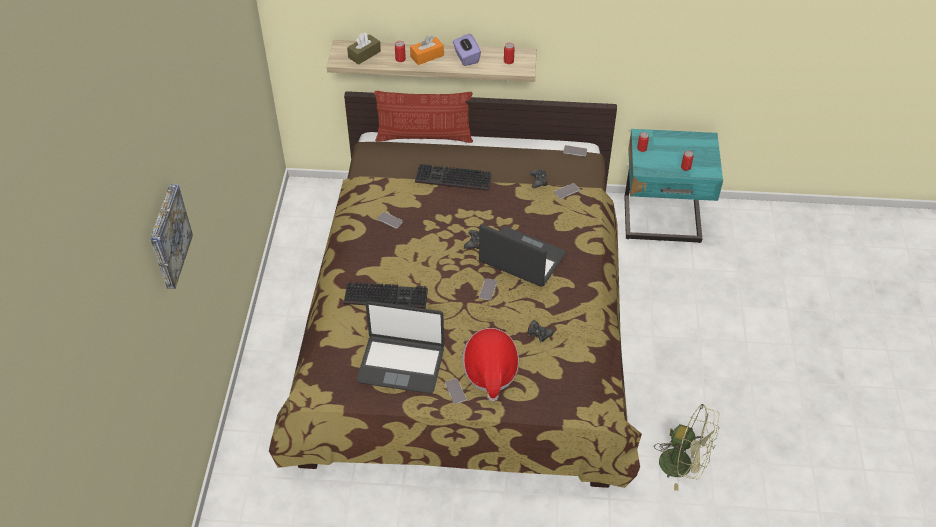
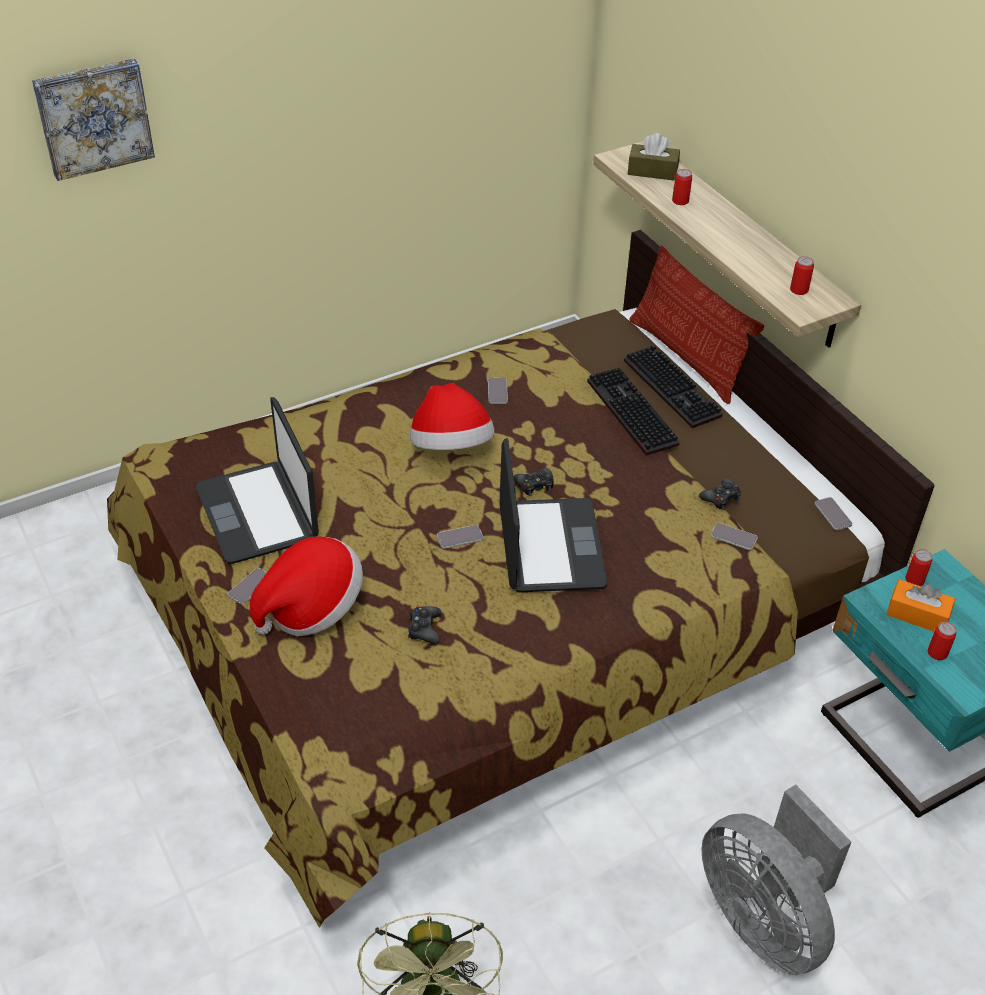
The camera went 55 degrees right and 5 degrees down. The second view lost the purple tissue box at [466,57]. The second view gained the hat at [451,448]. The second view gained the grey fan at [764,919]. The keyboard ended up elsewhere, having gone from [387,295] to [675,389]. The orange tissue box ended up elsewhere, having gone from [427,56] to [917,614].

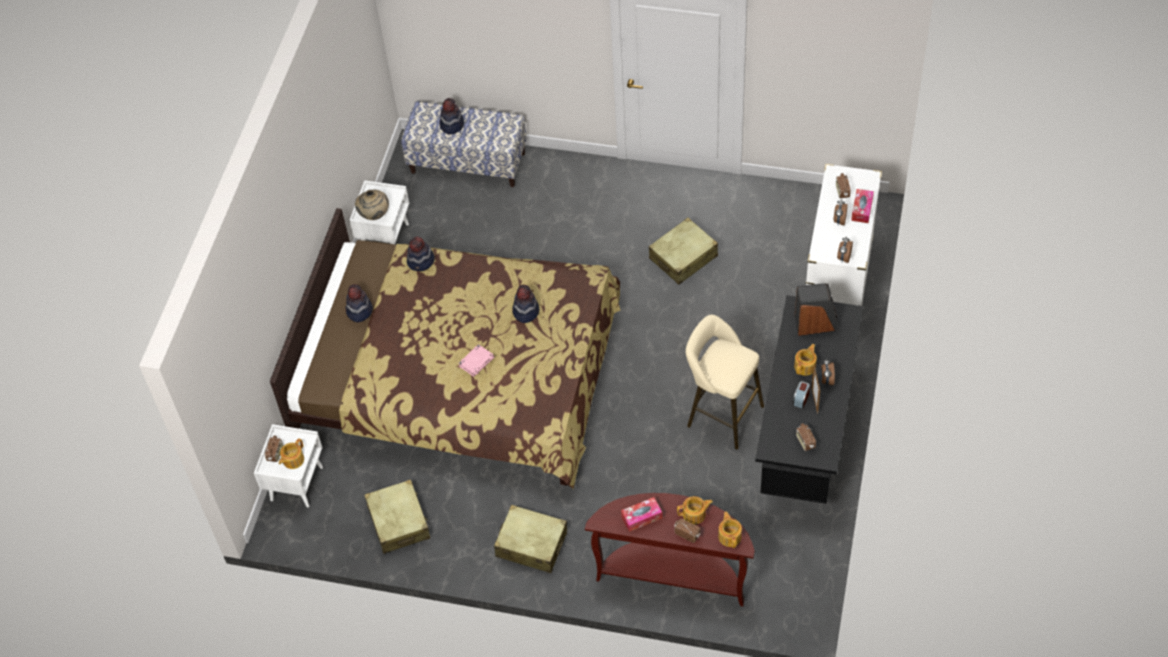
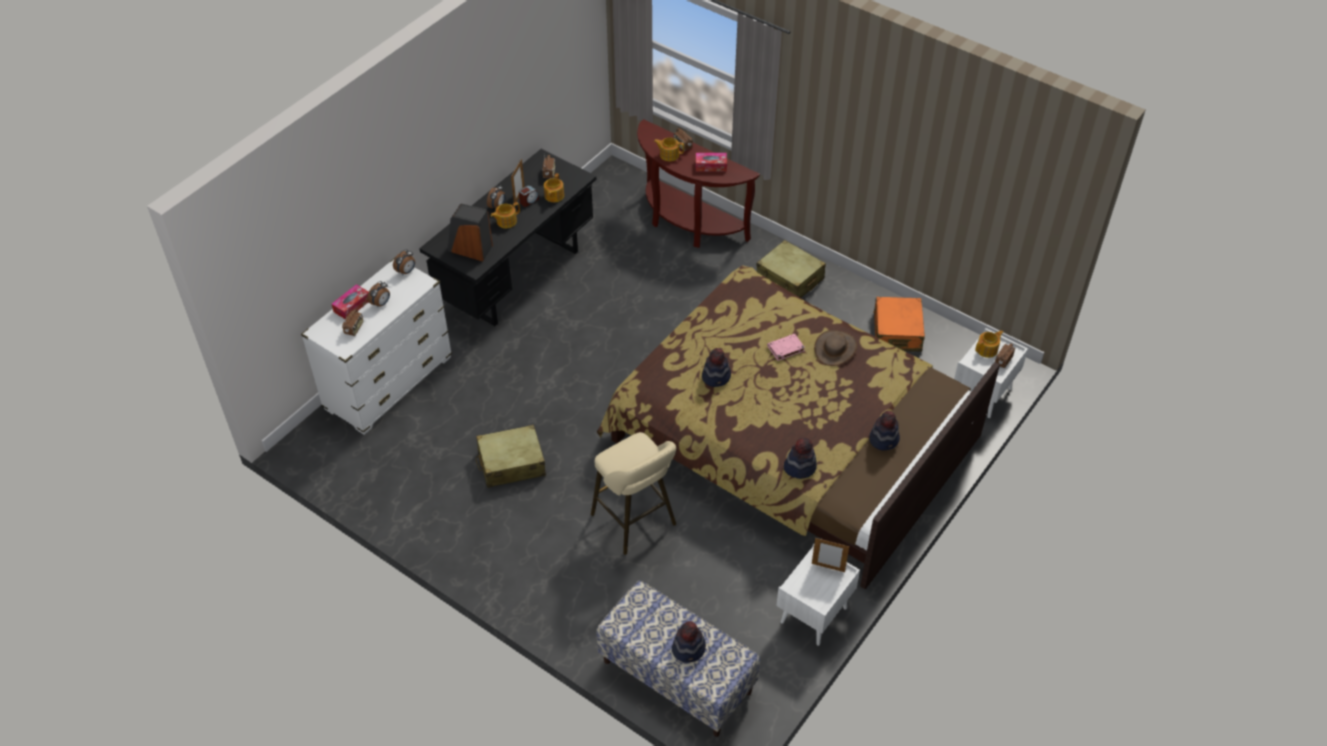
The camera went 160 degrees left and 5 degrees down. The second view gained the brown hat at [835,348]. The beige stool ended up elsewhere, having gone from [721,414] to [636,522]. The teapot ended up elsewhere, having gone from [730,536] to [554,196]. Where the beige vase stood at [374,216], the picture frame came to stand at [828,567]. What was the beige suitcase at [399,522] turned into the orange suitcase at [897,332].

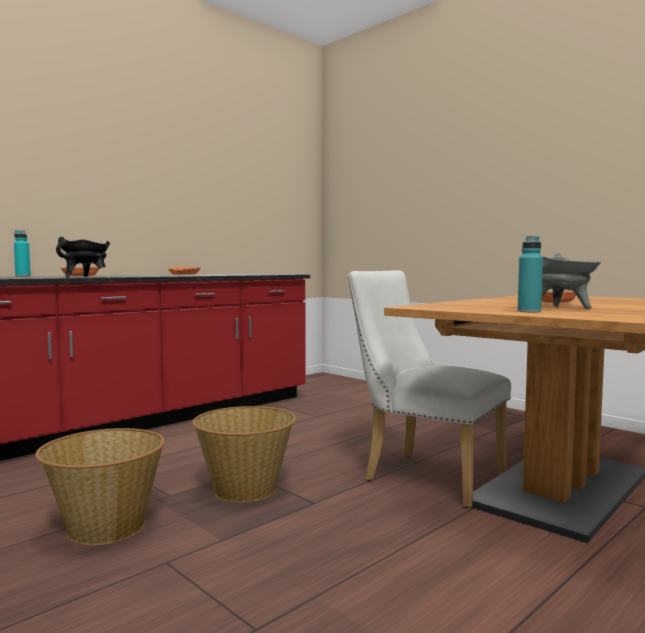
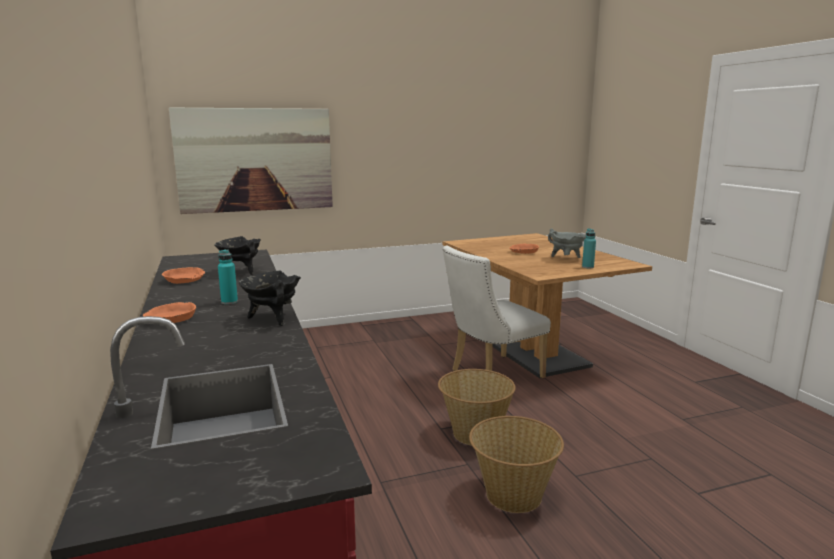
The camera went 65 degrees left and 10 degrees up. The second view gained the picture at [255,160]. The second view gained the black cooking pot at [241,272]. The turquoise bottle ended up elsewhere, having gone from [23,276] to [229,302].

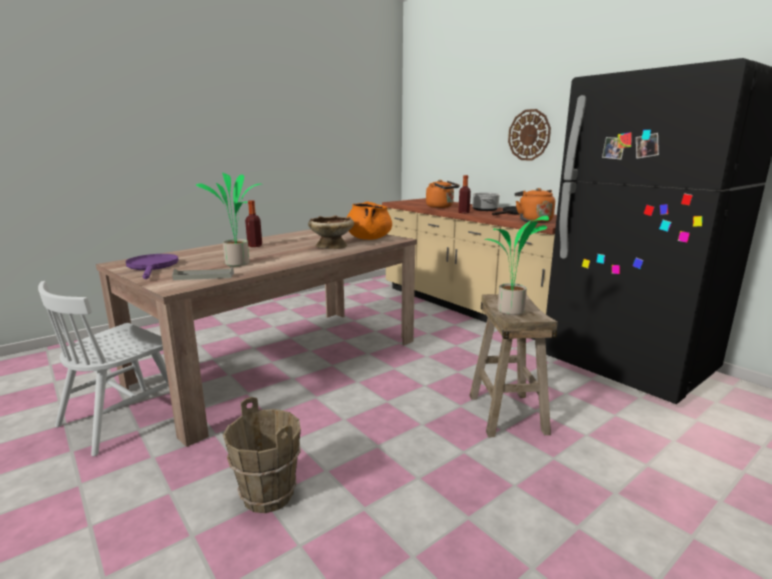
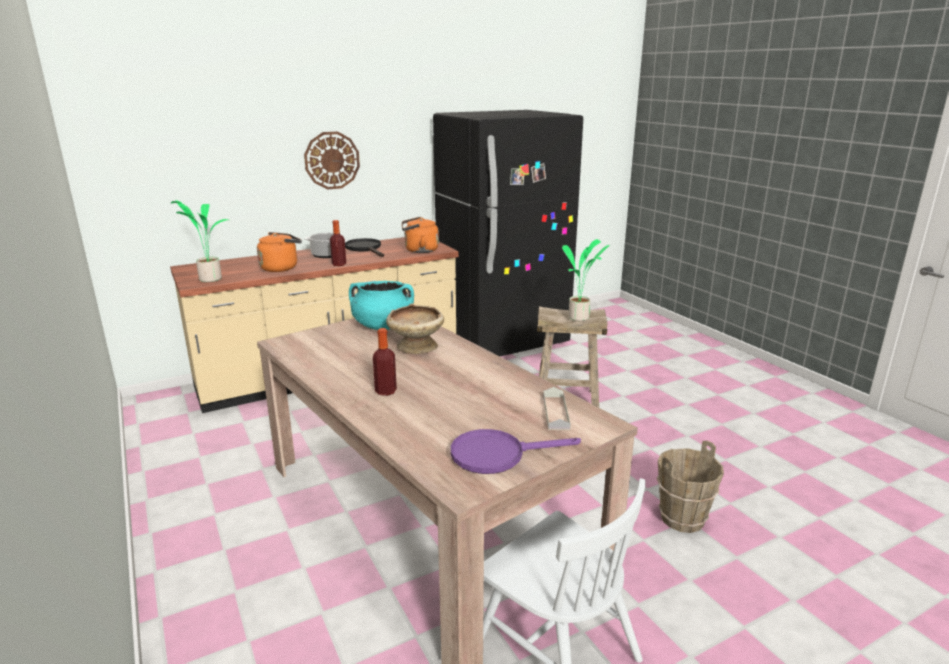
The camera went 80 degrees left and 5 degrees up. The potted plant ended up elsewhere, having gone from [238,263] to [209,279]. What was the orange cooking pot at [369,238] turned into the turquoise cooking pot at [383,326].

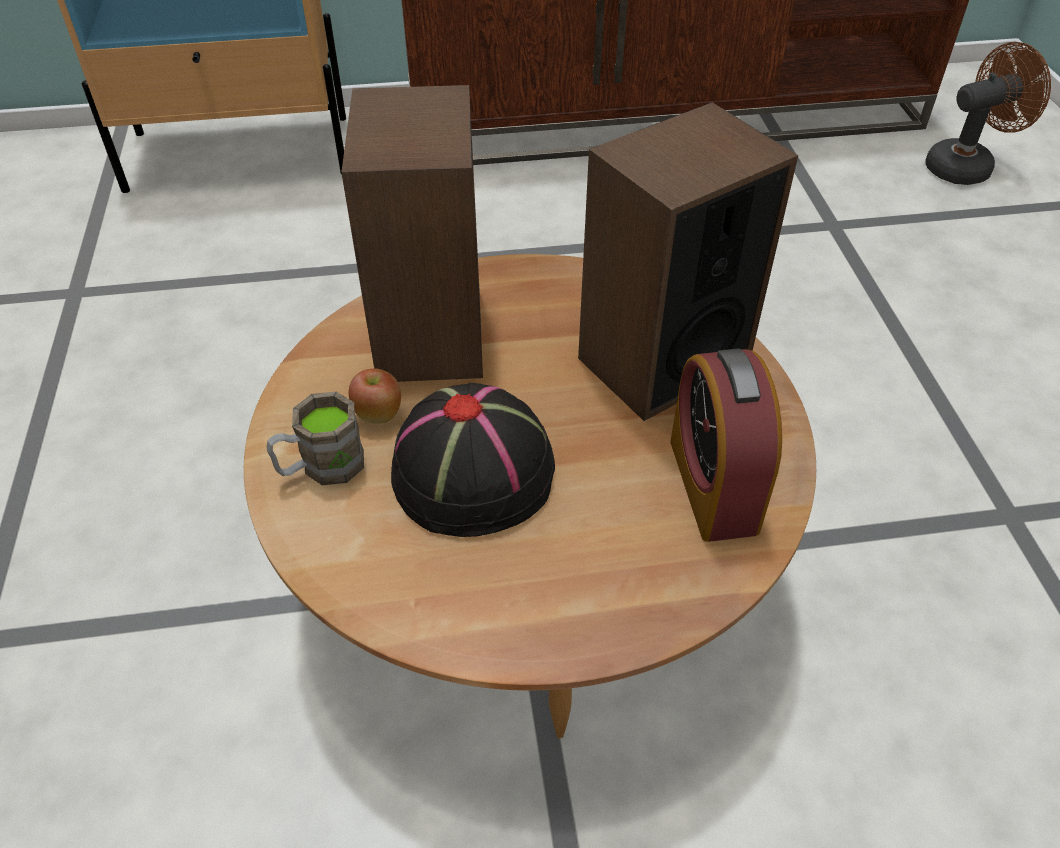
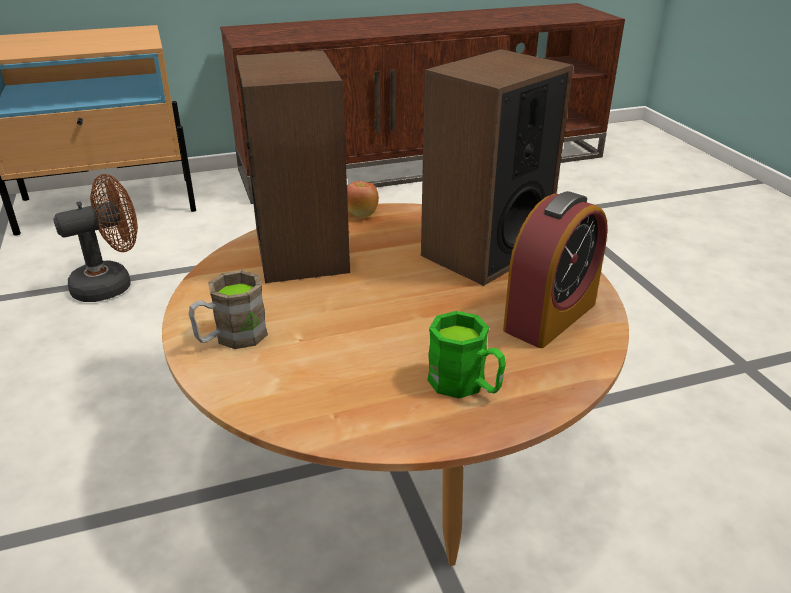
The camera went 10 degrees left and 15 degrees down. The second view lost the black hat at [474,472]. The second view gained the green mug at [466,385]. The apple ended up elsewhere, having gone from [378,414] to [361,214]. The brown fan ended up elsewhere, having gone from [966,166] to [111,284]. The alarm clock at [713,485] ended up facing another way, 120 degrees counterclockwise from before.

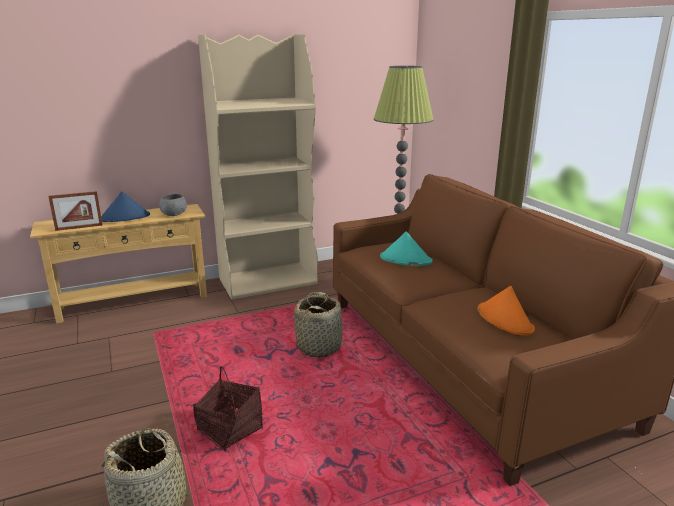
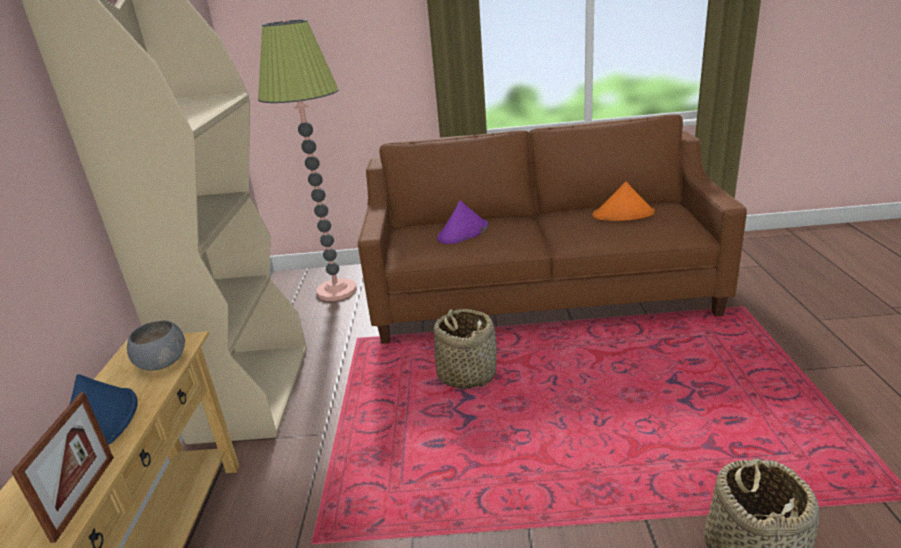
The camera went 65 degrees left and 5 degrees up. The second view lost the basket at [230,430]. What was the turquoise hat at [405,259] turned into the purple hat at [463,233].

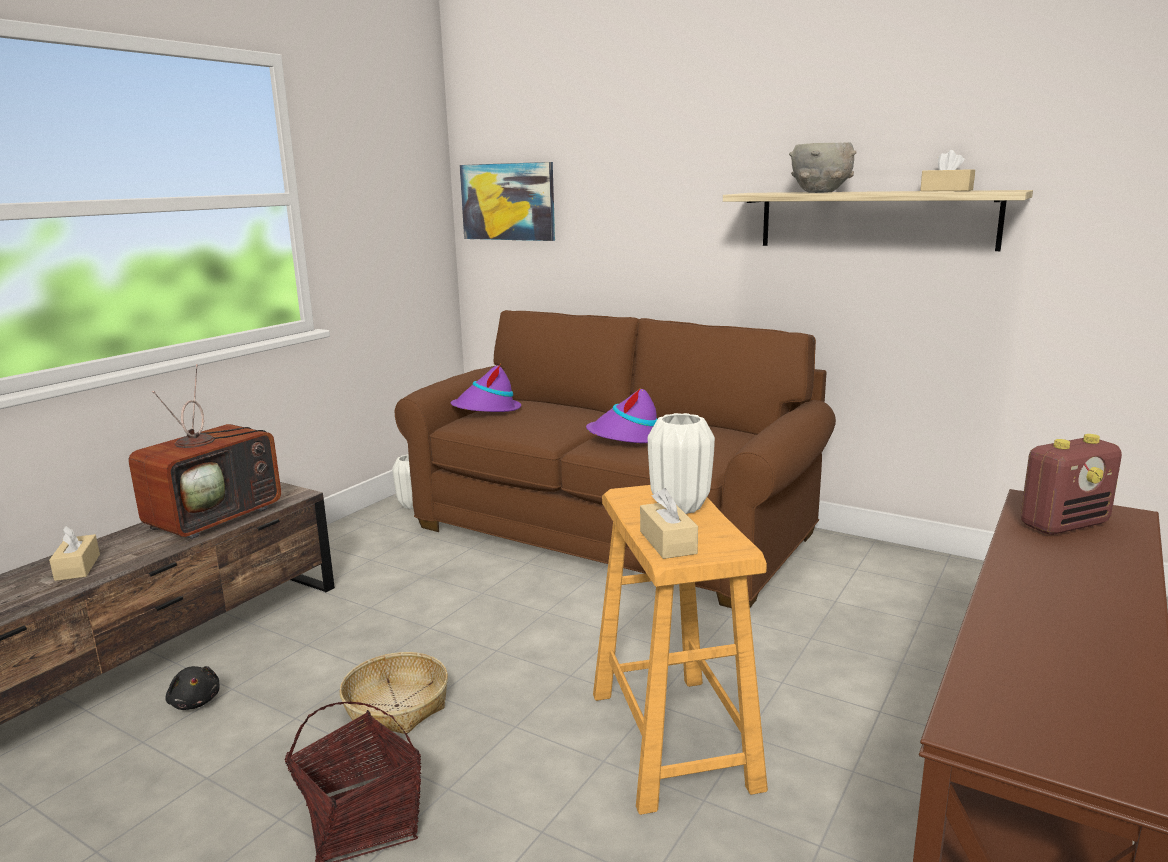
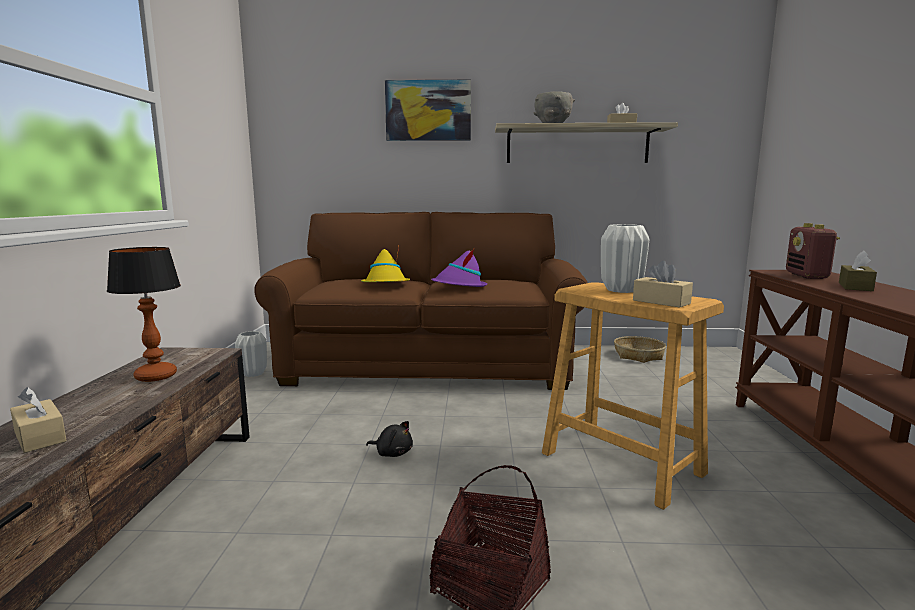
The camera went 30 degrees left and 5 degrees down. The second view lost the purple hat at [487,410]. The second view gained the yellow hat at [386,285]. The second view gained the brown tissue box at [855,287]. The black plush toy ended up elsewhere, having gone from [195,702] to [392,453]. The basket ended up elsewhere, having gone from [396,706] to [638,356]. The picture ended up elsewhere, having gone from [508,202] to [428,110]. Where the television stood at [216,516], the table lamp came to stand at [155,376]. The radio at [1064,524] ended up facing another way, 150 degrees clockwise from before.

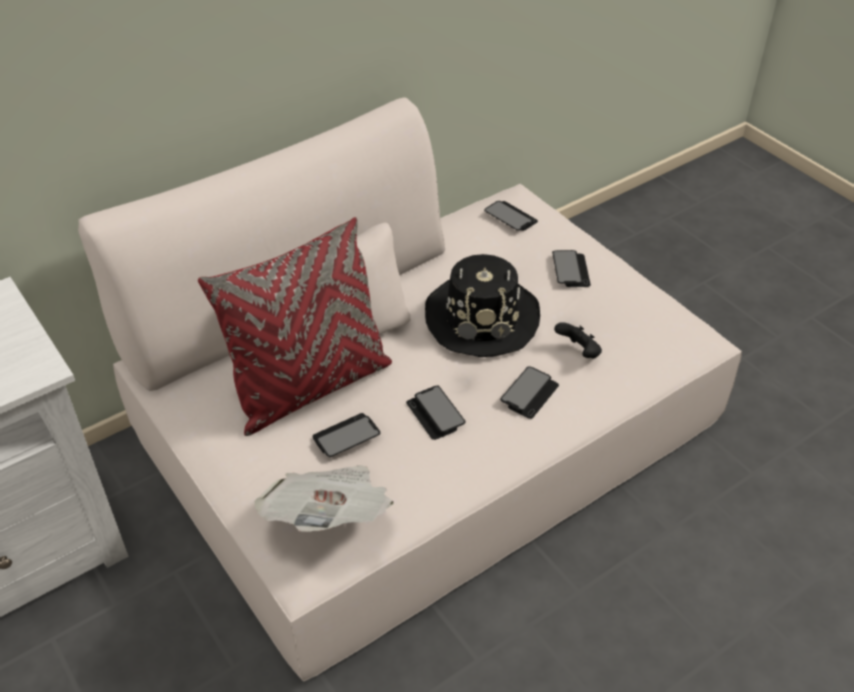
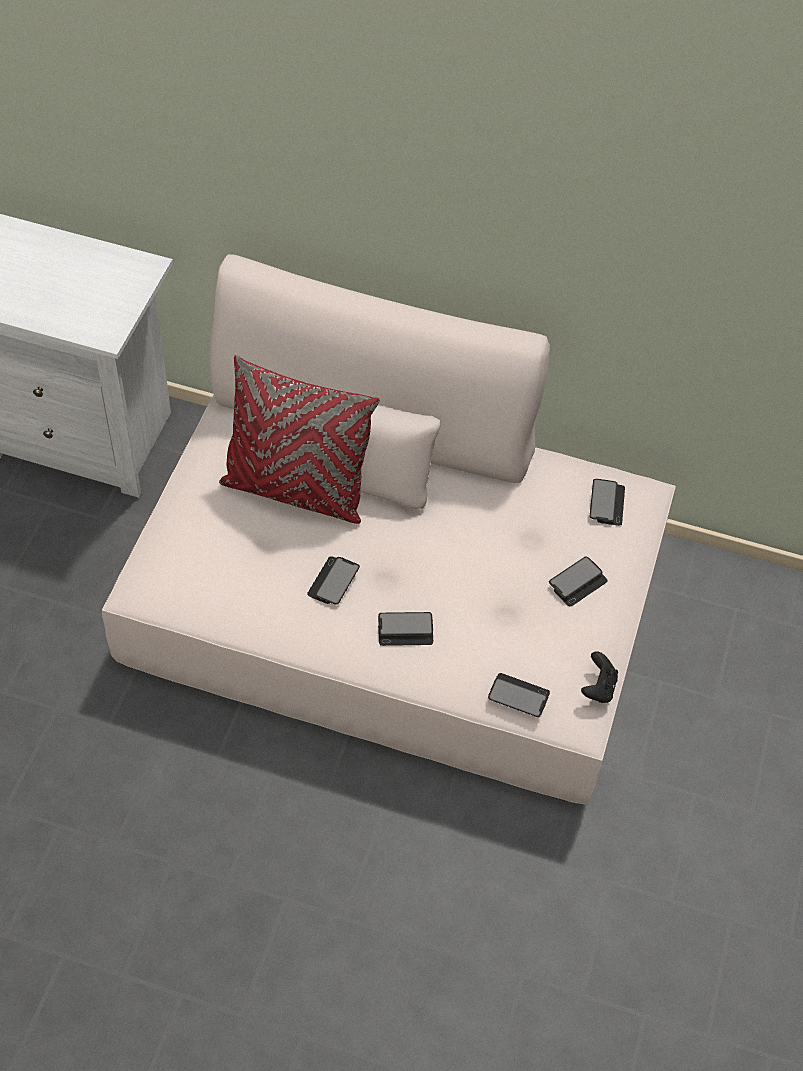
The camera went 50 degrees right and 10 degrees up. The second view lost the newspaper at [330,517]. The second view lost the black hat at [482,317]. The phone ended up elsewhere, having gone from [346,436] to [518,696]. The black game controller ended up elsewhere, having gone from [578,352] to [598,688].

